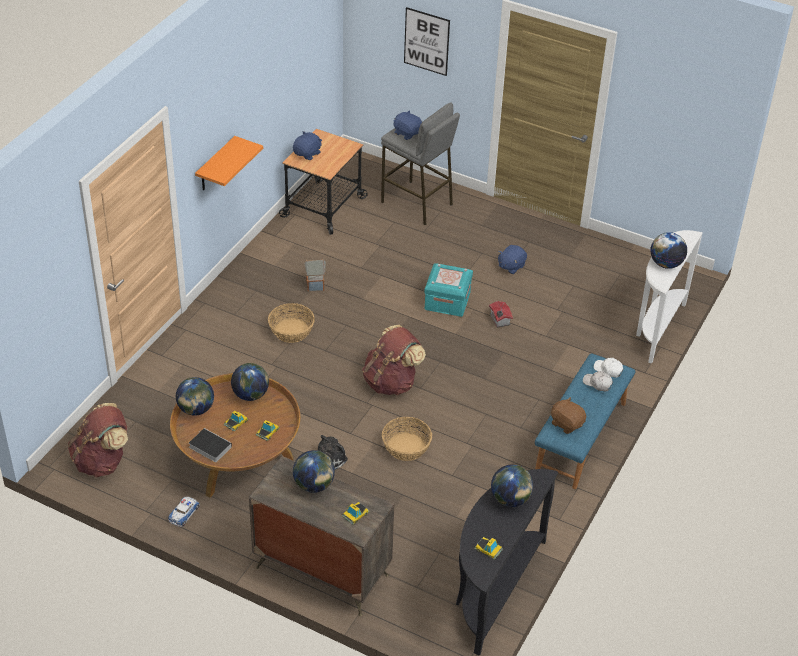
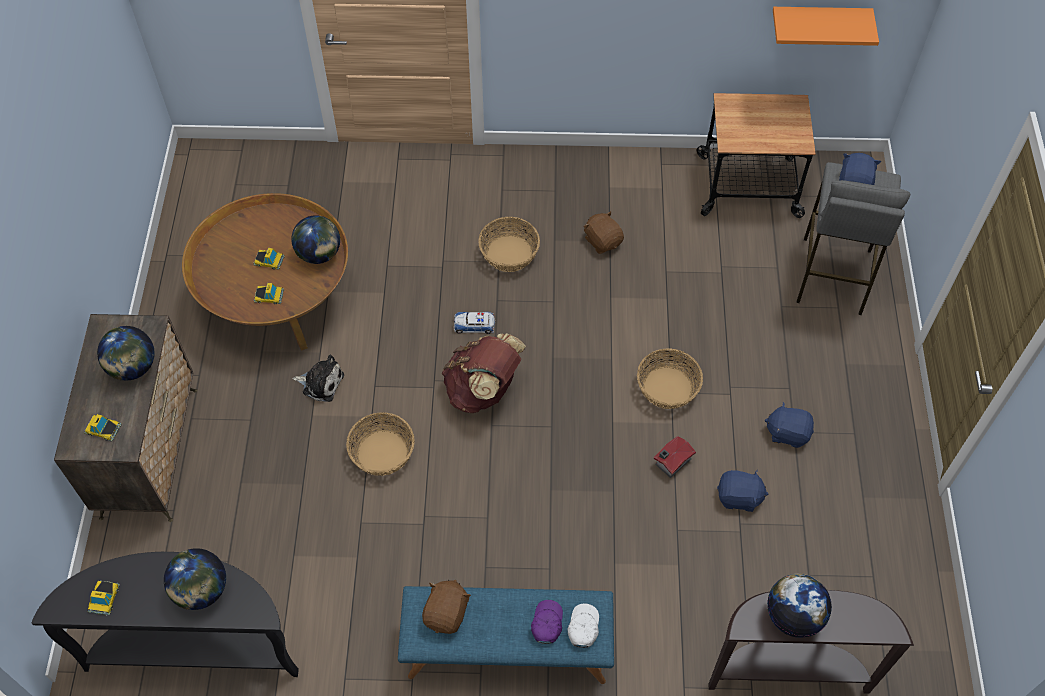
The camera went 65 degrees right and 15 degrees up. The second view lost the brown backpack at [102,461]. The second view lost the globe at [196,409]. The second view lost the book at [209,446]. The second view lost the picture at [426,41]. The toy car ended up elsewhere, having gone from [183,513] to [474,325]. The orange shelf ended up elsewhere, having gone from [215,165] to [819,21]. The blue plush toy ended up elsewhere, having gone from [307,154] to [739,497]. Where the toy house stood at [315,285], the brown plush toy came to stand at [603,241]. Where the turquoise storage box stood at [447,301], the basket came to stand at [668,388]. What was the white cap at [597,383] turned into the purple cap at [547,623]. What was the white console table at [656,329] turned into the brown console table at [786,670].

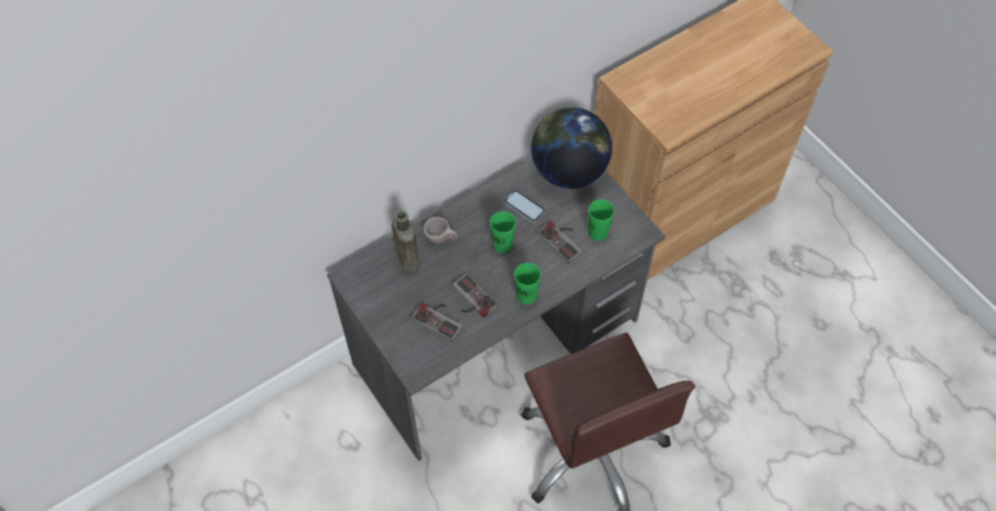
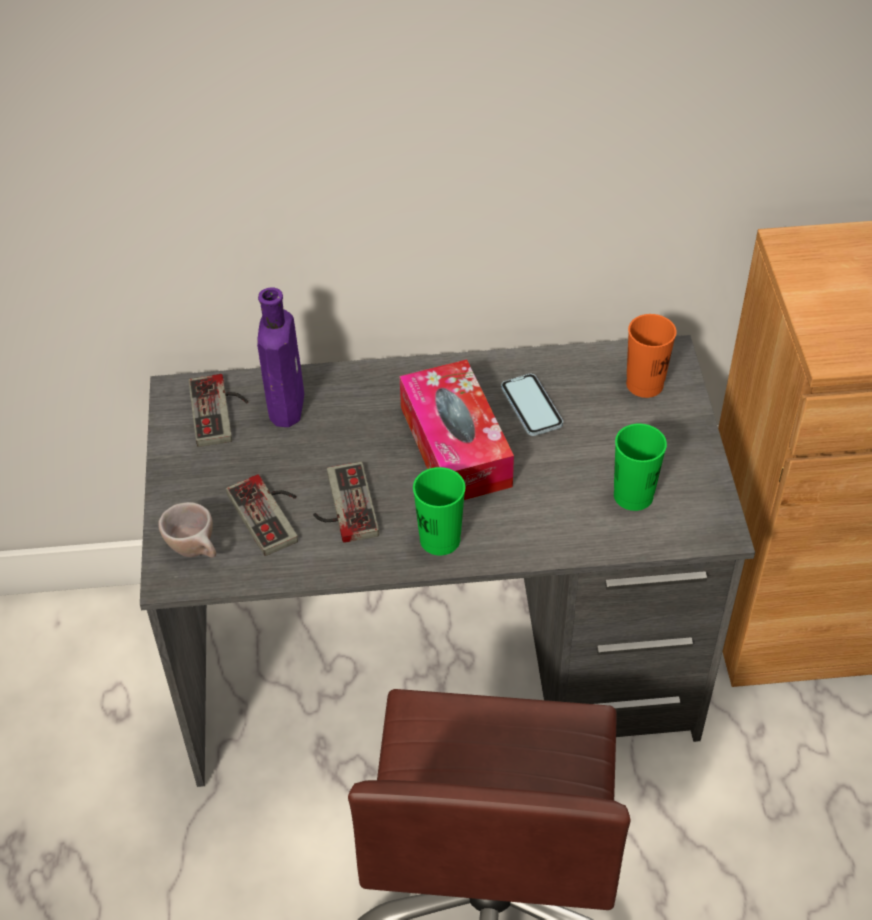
The camera went 30 degrees right and 10 degrees down. The beige cup ended up elsewhere, having gone from [441,238] to [197,551]. The game controller ended up elsewhere, having gone from [563,240] to [221,411]. Where the green cup stood at [502,244], the tissue box came to stand at [455,446]. Where the globe stood at [569,171], the orange cup came to stand at [644,384]. What was the brown bottle at [407,258] turned into the purple bottle at [287,404].

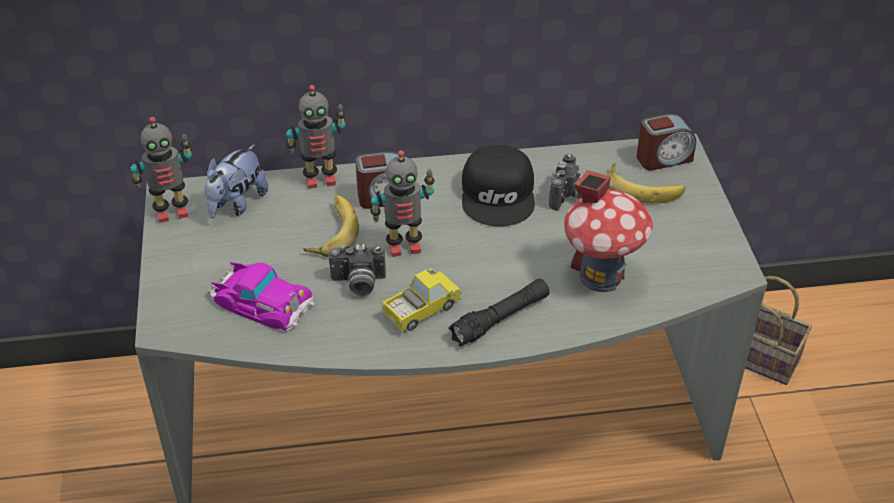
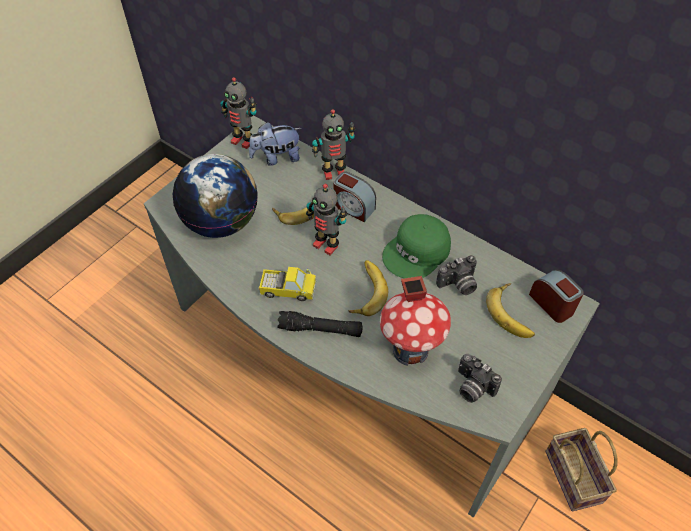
The camera went 45 degrees right and 10 degrees up. The second view gained the banana at [365,291]. The photo camera ended up elsewhere, having gone from [358,284] to [472,387]. Where the toy car stood at [262,301], the globe came to stand at [222,223]. What was the black cap at [499,194] turned into the green cap at [417,252]. The toy robot at [320,179] ended up facing another way, 45 degrees counterclockwise from before. The alarm clock at [663,158] ended up facing another way, 150 degrees counterclockwise from before.

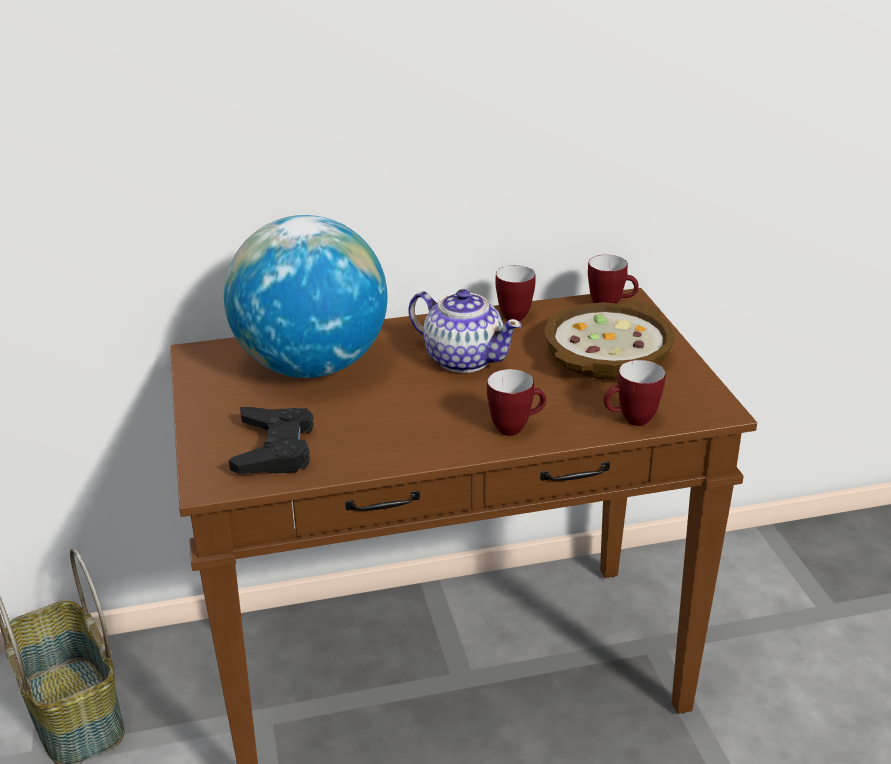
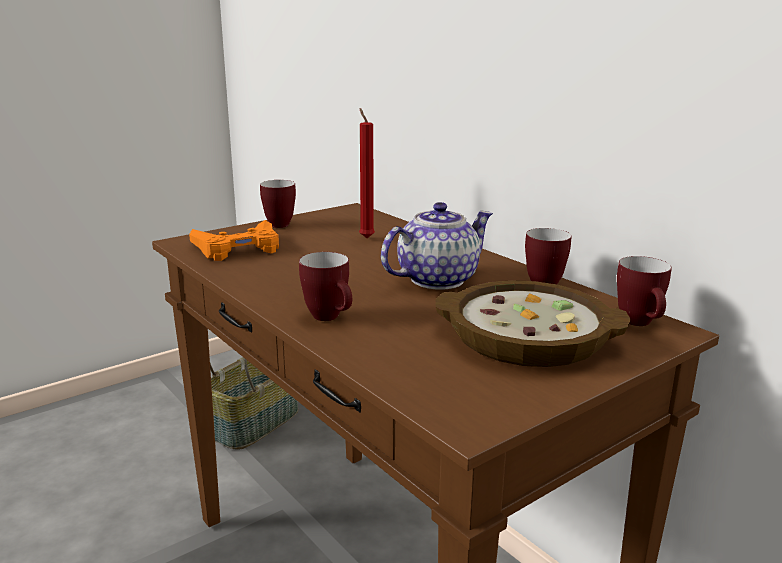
The camera went 65 degrees right and 10 degrees down. The mug ended up elsewhere, having gone from [631,421] to [276,224]. Where the globe stood at [311,366], the red candle came to stand at [366,237]. What was the black game controller at [274,448] turned into the orange game controller at [238,248]. The teapot at [463,359] ended up facing another way, 135 degrees counterclockwise from before.

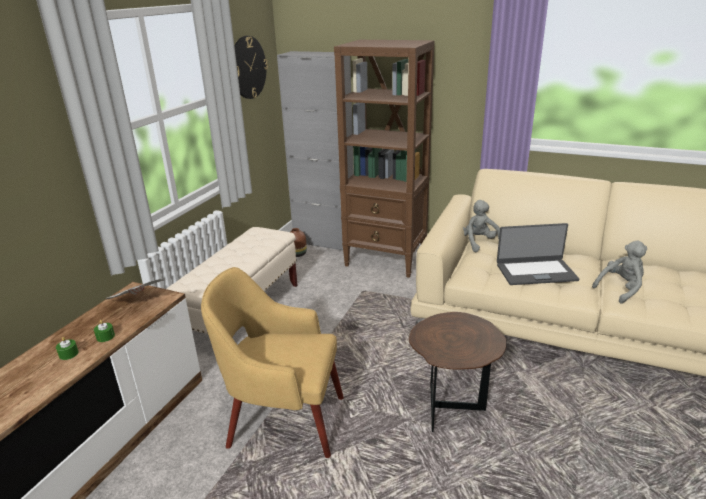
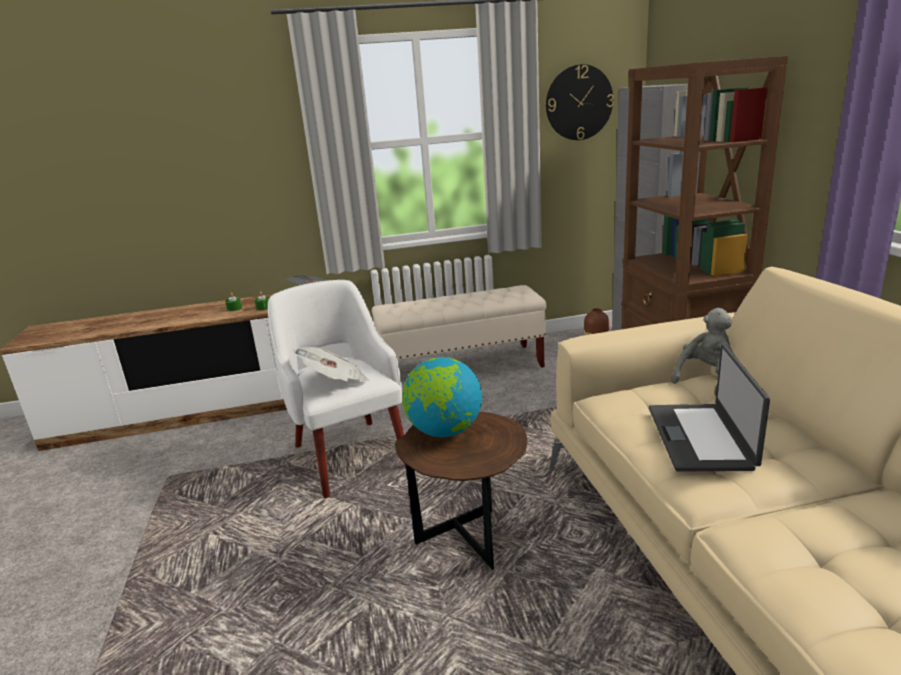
The camera went 55 degrees right and 5 degrees down. The second view lost the grey plush toy at [620,289]. The second view gained the newspaper at [335,381]. The second view gained the globe at [444,431]. What was the yellow armchair at [283,420] turned into the white armchair at [349,454]. The laptop at [535,272] ended up facing another way, 45 degrees clockwise from before.

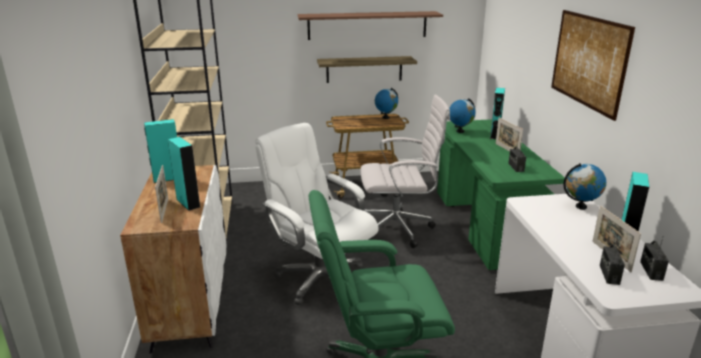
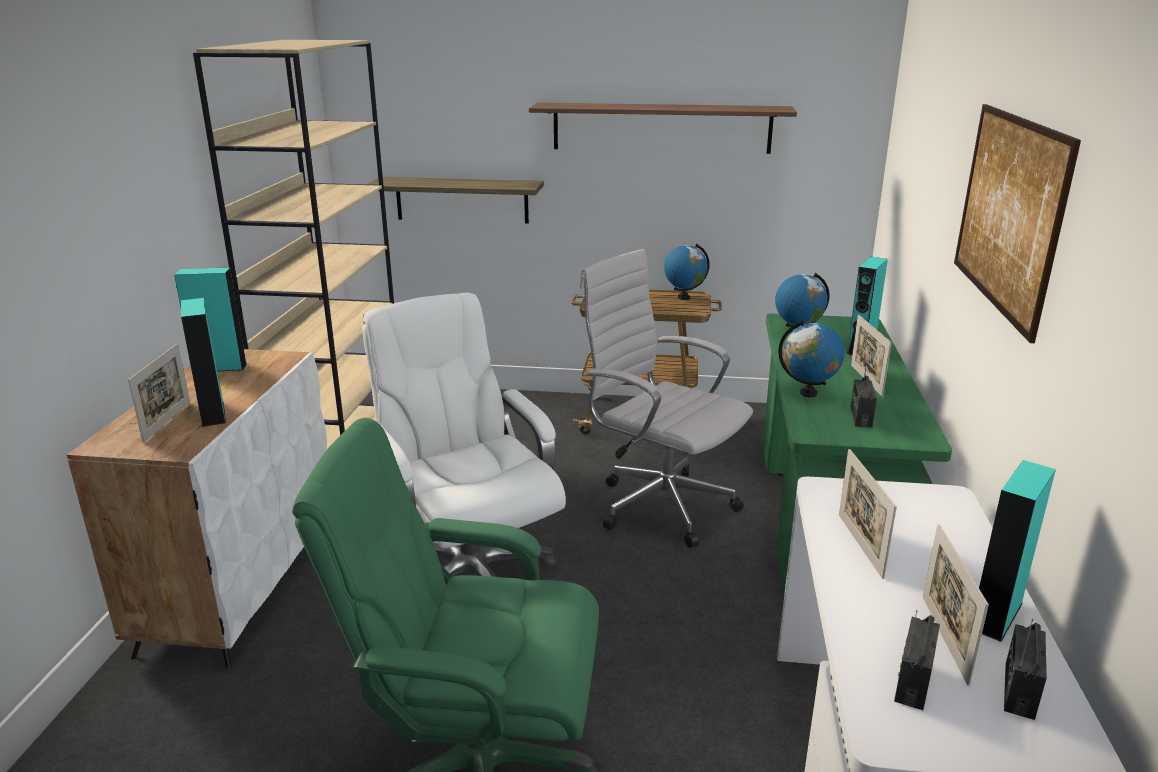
The camera went 15 degrees right and 0 degrees up. The second view gained the picture frame at [860,545]. The shelf ended up elsewhere, having gone from [364,69] to [462,200]. The globe ended up elsewhere, having gone from [581,207] to [808,393]. The white office chair at [399,229] ended up facing another way, 150 degrees counterclockwise from before.

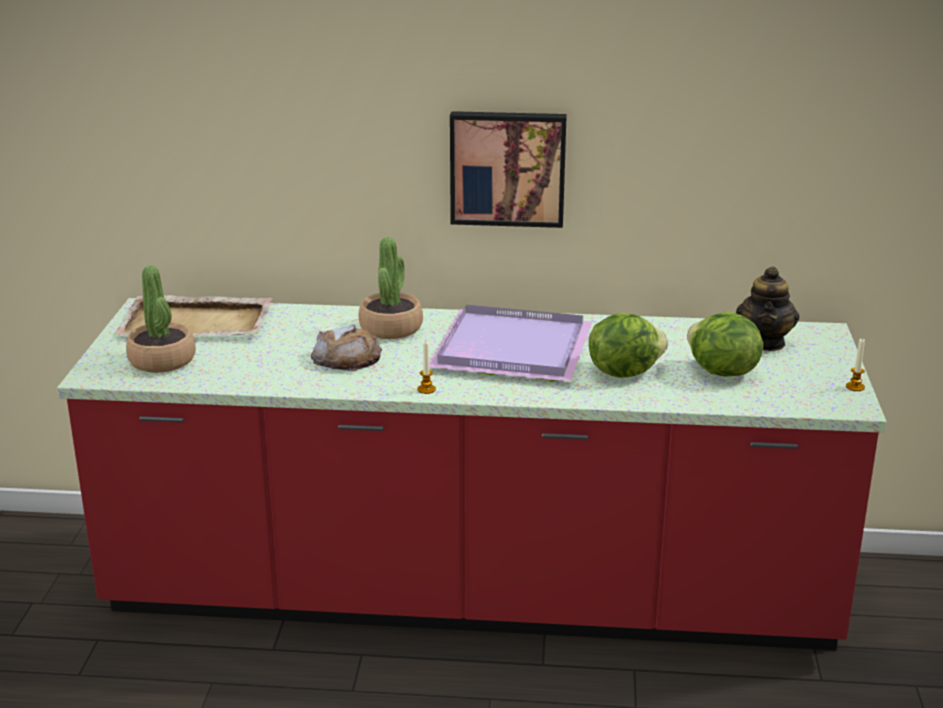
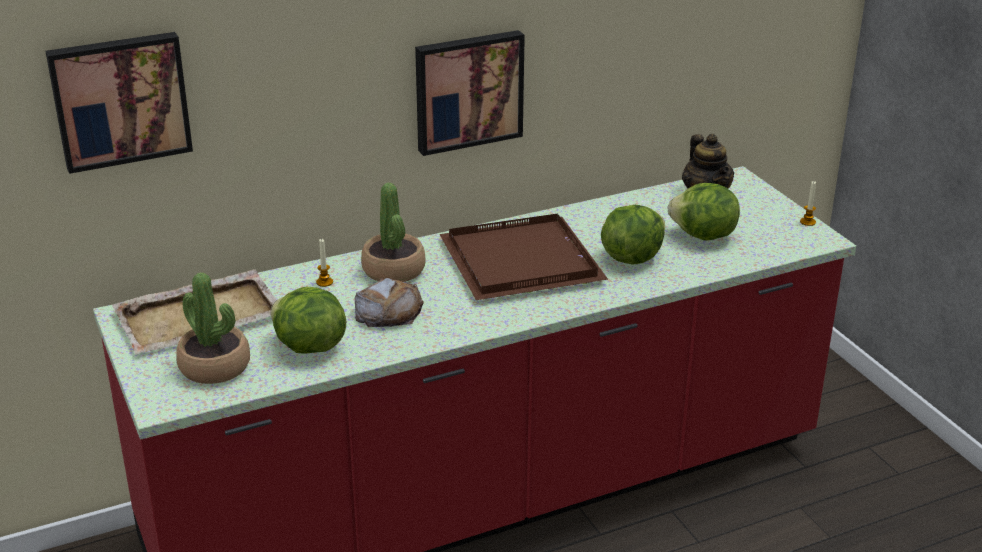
The camera went 30 degrees left and 5 degrees up. The second view gained the picture at [120,100]. The second view gained the lettuce at [308,347]. The candle ended up elsewhere, having gone from [426,389] to [324,282]. What was the purple tray at [514,351] turned into the brown tray at [524,262].

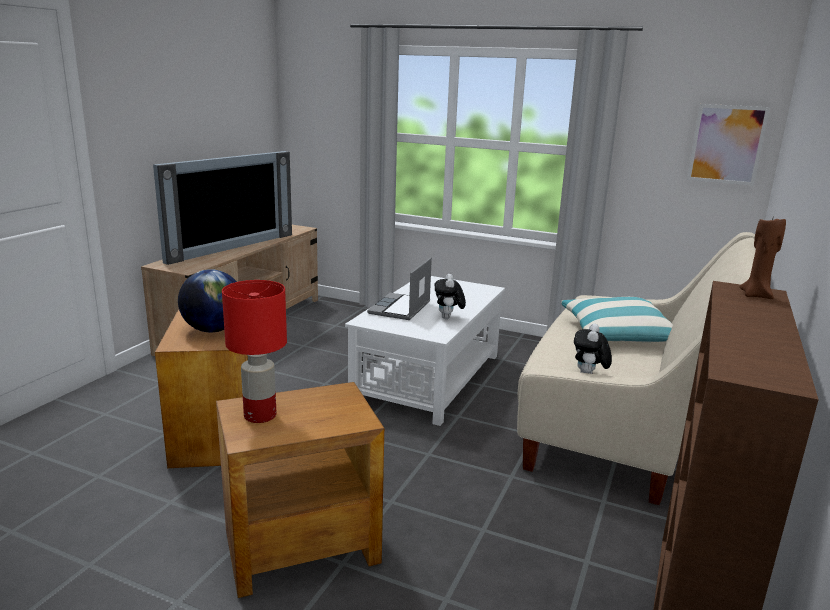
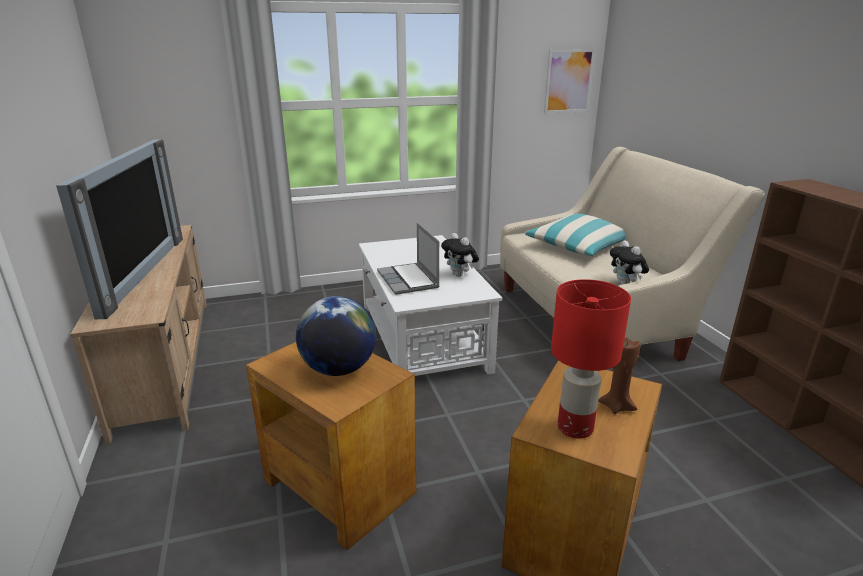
The camera went 40 degrees left and 5 degrees up. The brown candle ended up elsewhere, having gone from [756,295] to [616,406].

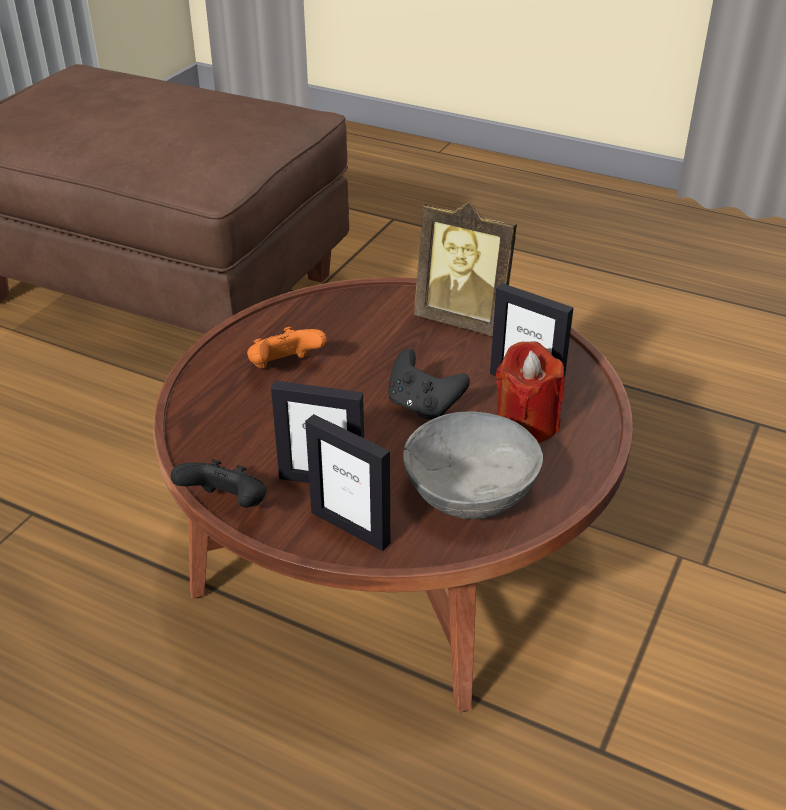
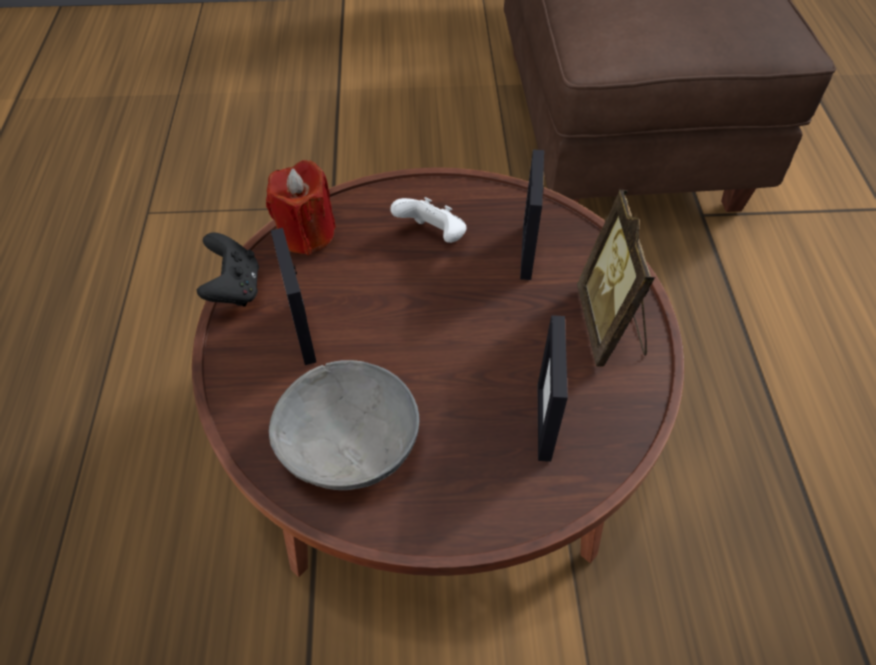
The camera went 60 degrees right and 15 degrees up. The second view lost the black game controller at [423,406]. The picture frame ended up elsewhere, having gone from [350,527] to [527,252]. The red candle ended up elsewhere, having gone from [526,425] to [306,234]. What was the orange game controller at [285,368] turned into the white game controller at [433,237].

